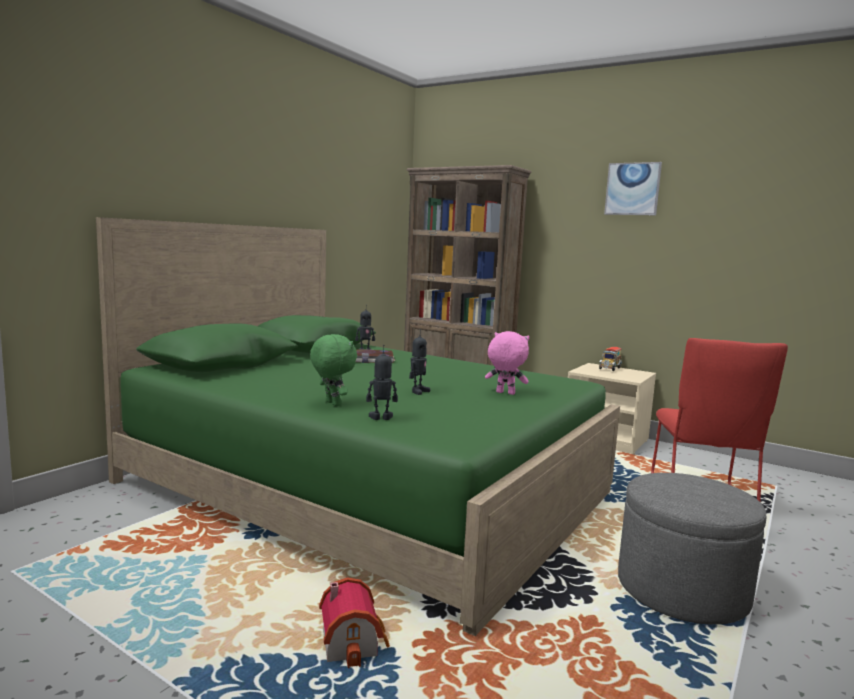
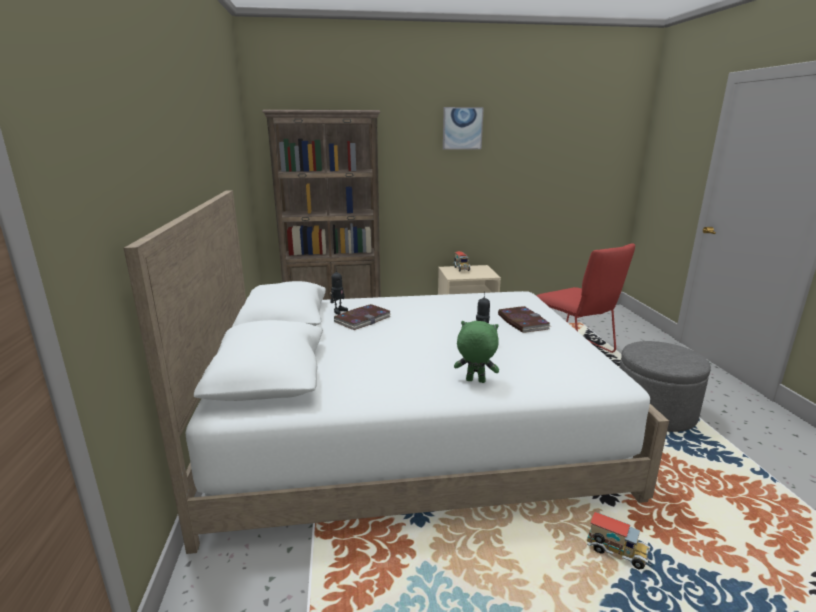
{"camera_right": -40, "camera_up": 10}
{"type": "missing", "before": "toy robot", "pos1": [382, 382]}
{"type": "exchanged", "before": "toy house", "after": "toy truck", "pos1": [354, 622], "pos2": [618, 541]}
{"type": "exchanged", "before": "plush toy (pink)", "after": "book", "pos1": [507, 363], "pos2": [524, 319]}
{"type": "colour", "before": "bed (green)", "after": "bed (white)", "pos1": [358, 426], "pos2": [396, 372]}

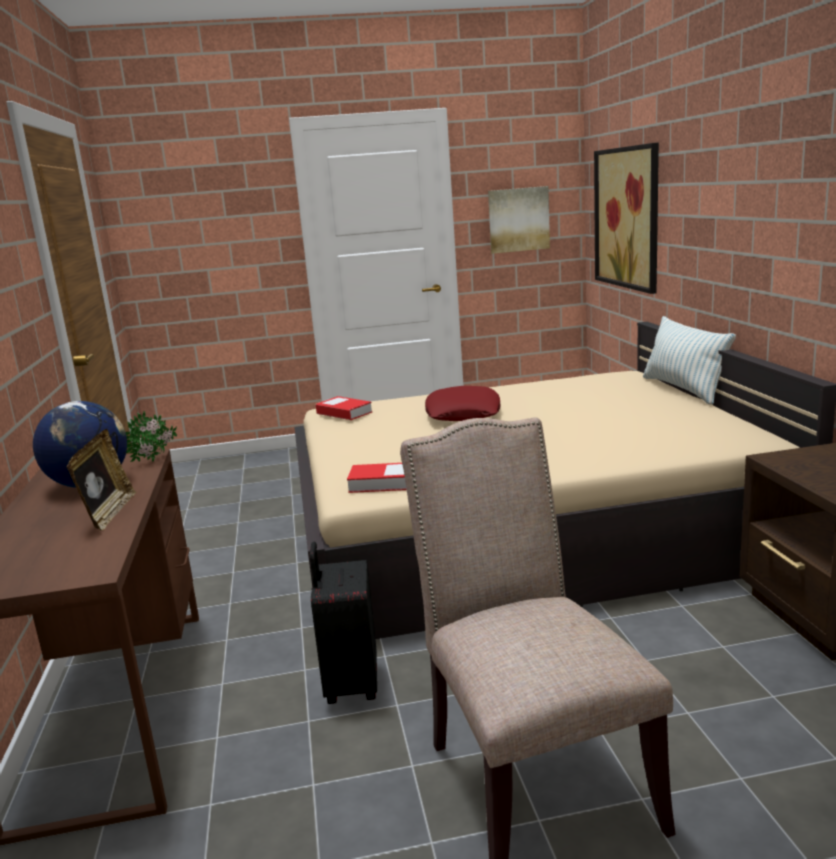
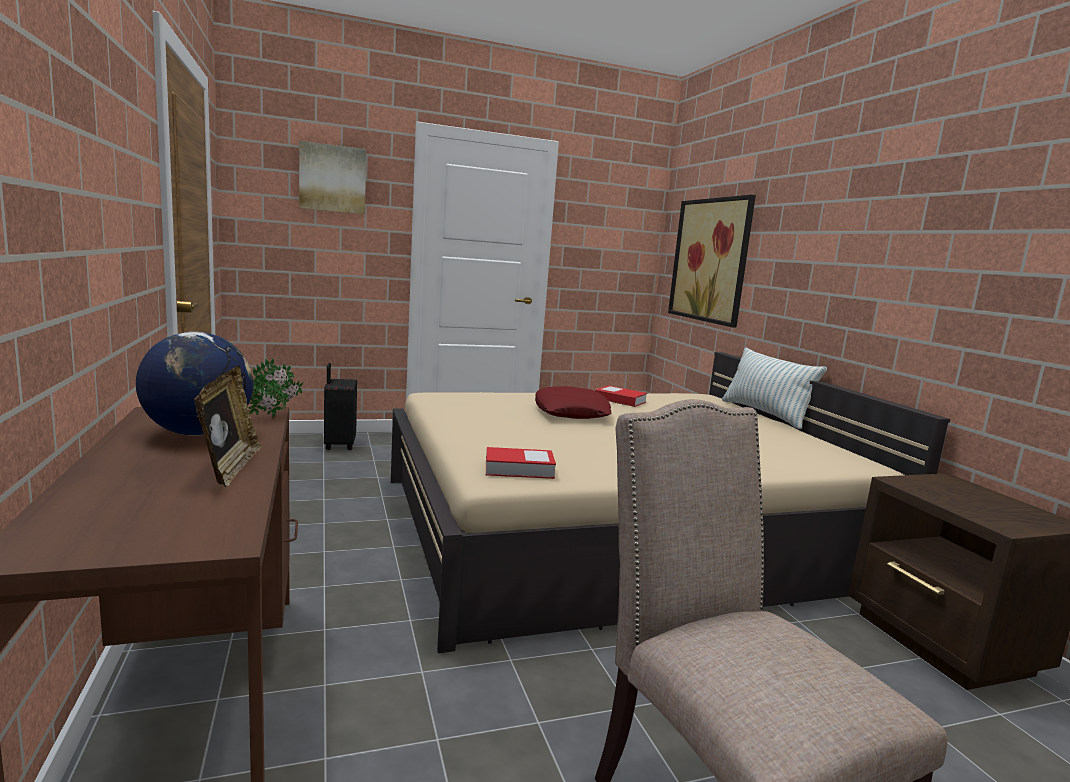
{"camera_right": -10, "camera_up": -5}
{"type": "relocated", "before": "suitcase (black)", "pos1": [343, 623], "pos2": [340, 406]}
{"type": "relocated", "before": "book", "pos1": [344, 408], "pos2": [621, 396]}
{"type": "relocated", "before": "picture", "pos1": [519, 220], "pos2": [332, 177]}

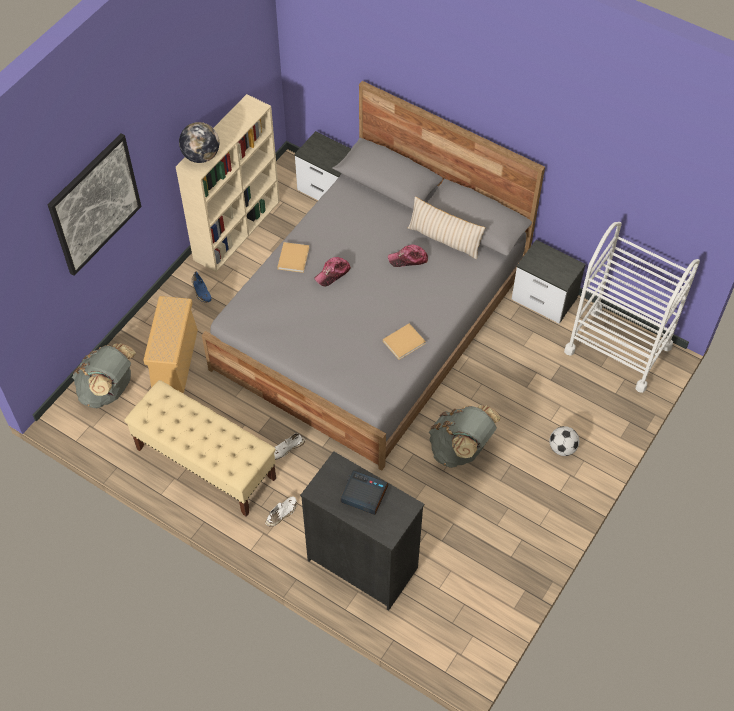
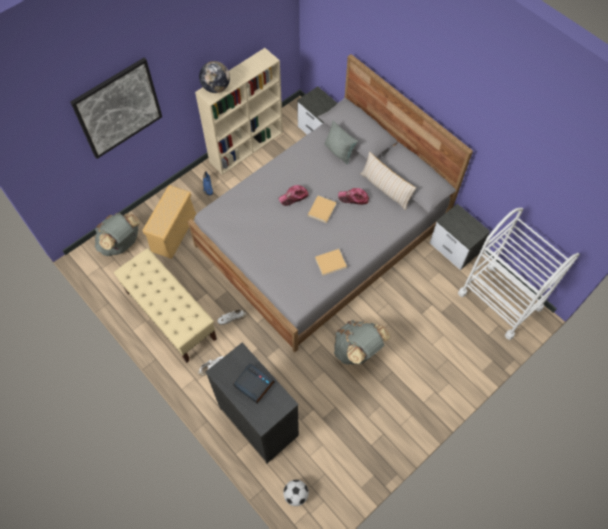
{"camera_right": 15, "camera_up": 5}
{"type": "appeared", "after": "pillow (grey)", "pos2": [341, 142]}
{"type": "relocated", "before": "book (beige)", "pos1": [293, 257], "pos2": [322, 209]}
{"type": "relocated", "before": "football", "pos1": [564, 441], "pos2": [296, 493]}

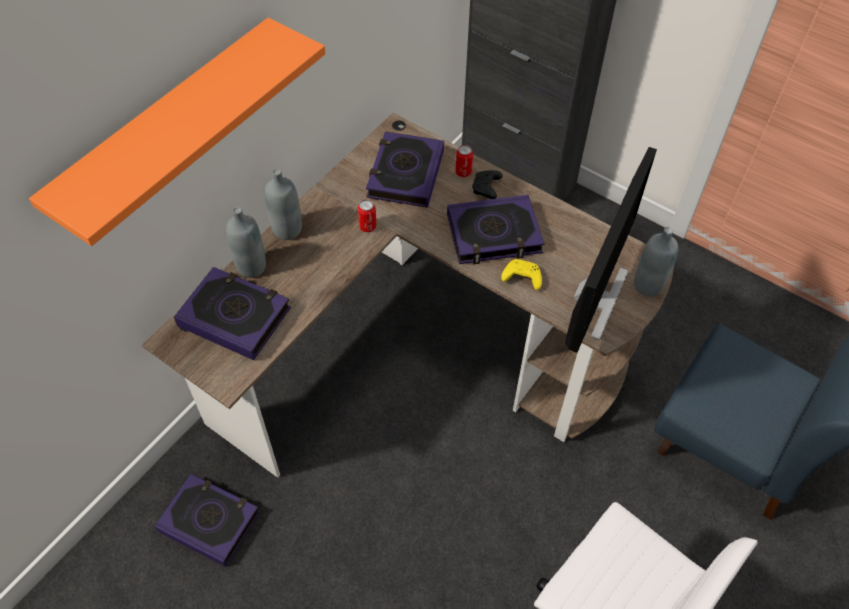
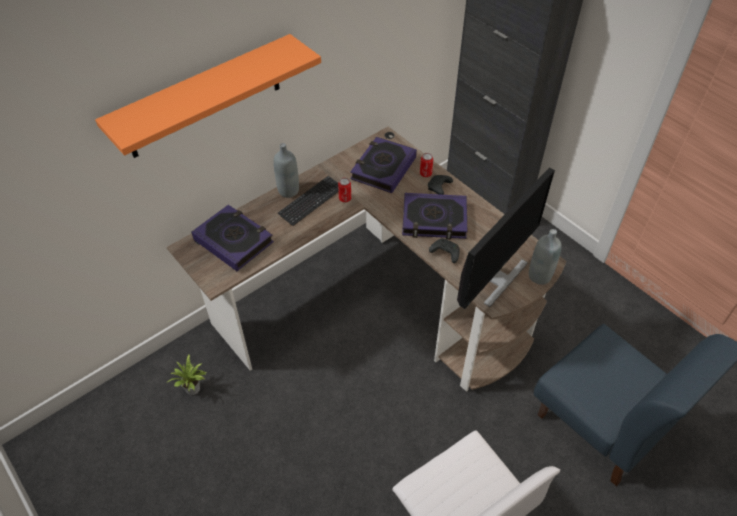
{"camera_right": 15, "camera_up": -5}
{"type": "missing", "before": "bottle (grey)", "pos1": [246, 242]}
{"type": "appeared", "after": "keyboard", "pos2": [308, 201]}
{"type": "exchanged", "before": "book", "after": "potted plant", "pos1": [207, 520], "pos2": [186, 375]}
{"type": "colour", "before": "game controller (yellow)", "after": "game controller (black)", "pos1": [521, 274], "pos2": [444, 250]}

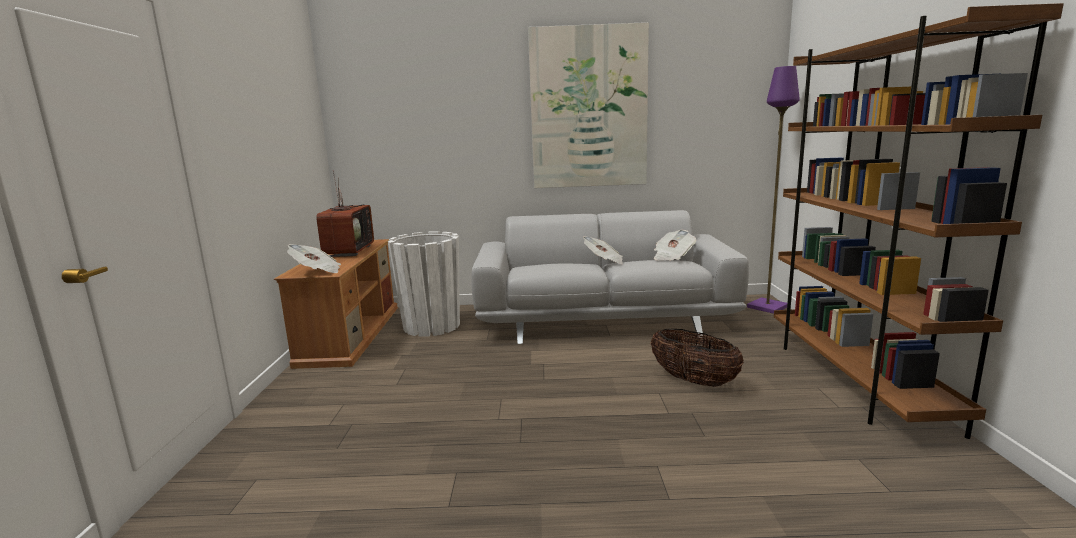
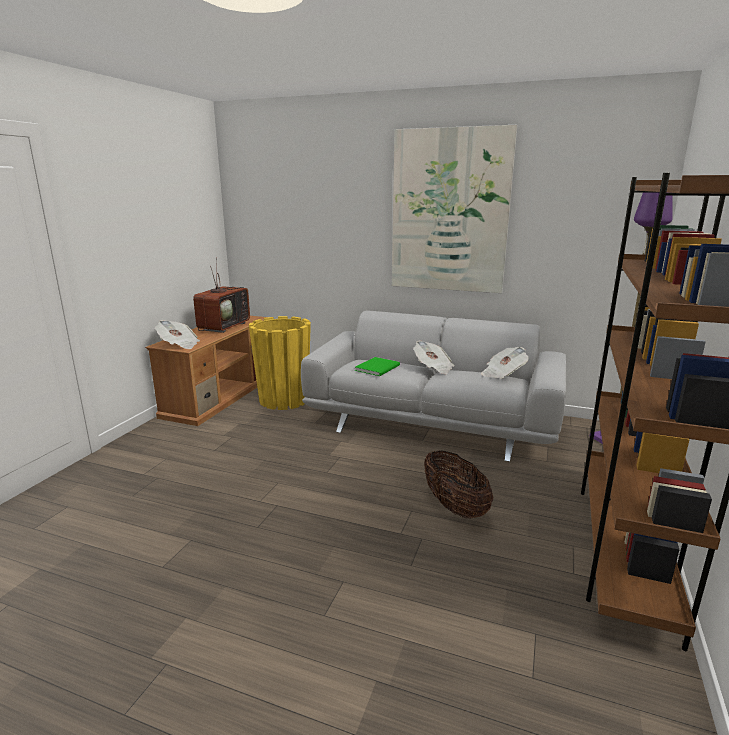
{"camera_right": 20, "camera_up": 5}
{"type": "appeared", "after": "book (green)", "pos2": [377, 366]}
{"type": "colour", "before": "planter (white)", "after": "planter (yellow)", "pos1": [424, 284], "pos2": [280, 363]}

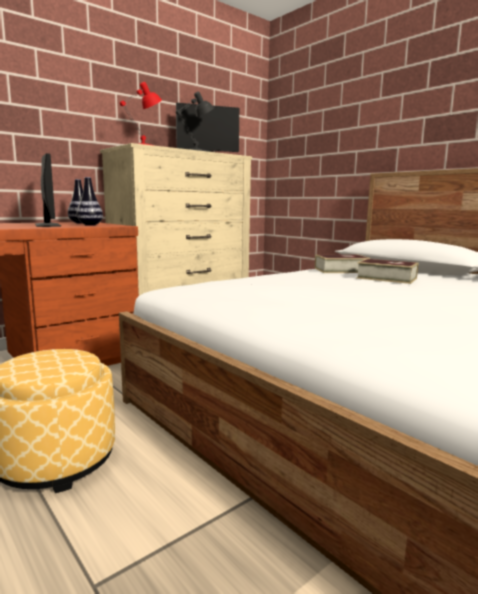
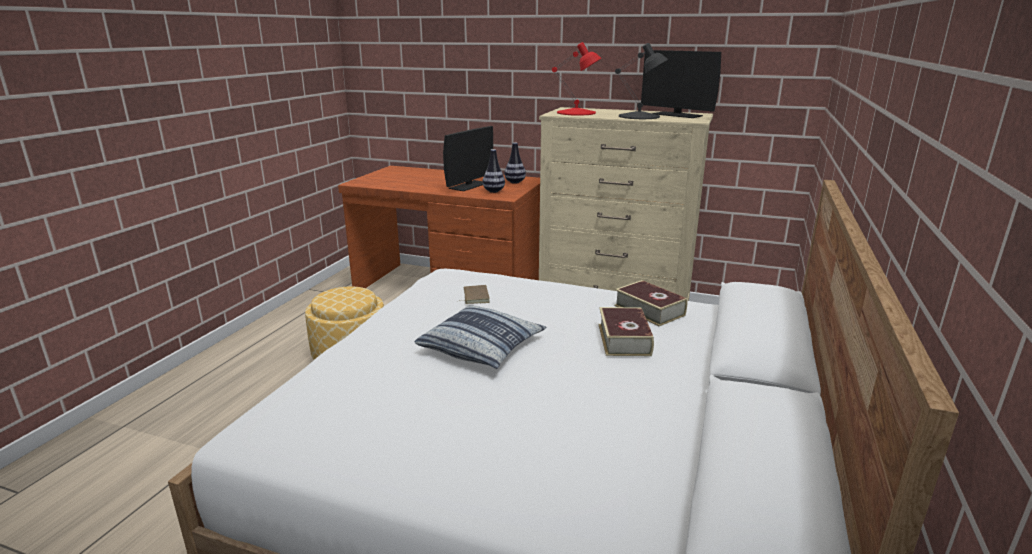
{"camera_right": 60, "camera_up": 10}
{"type": "appeared", "after": "pillow", "pos2": [480, 337]}
{"type": "appeared", "after": "book (brown)", "pos2": [474, 294]}

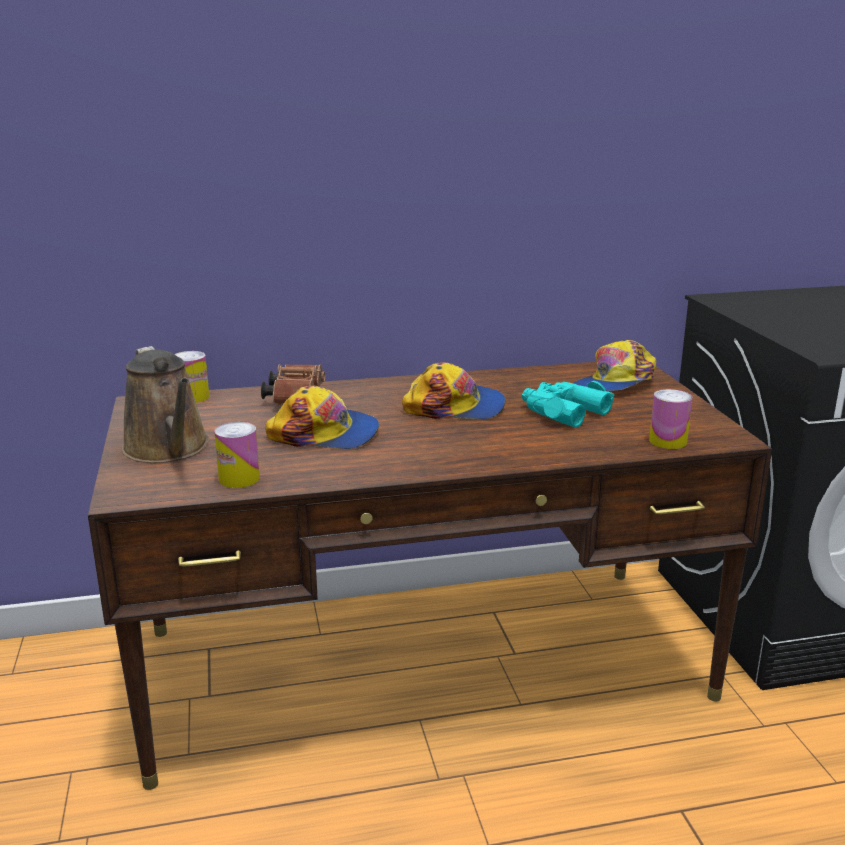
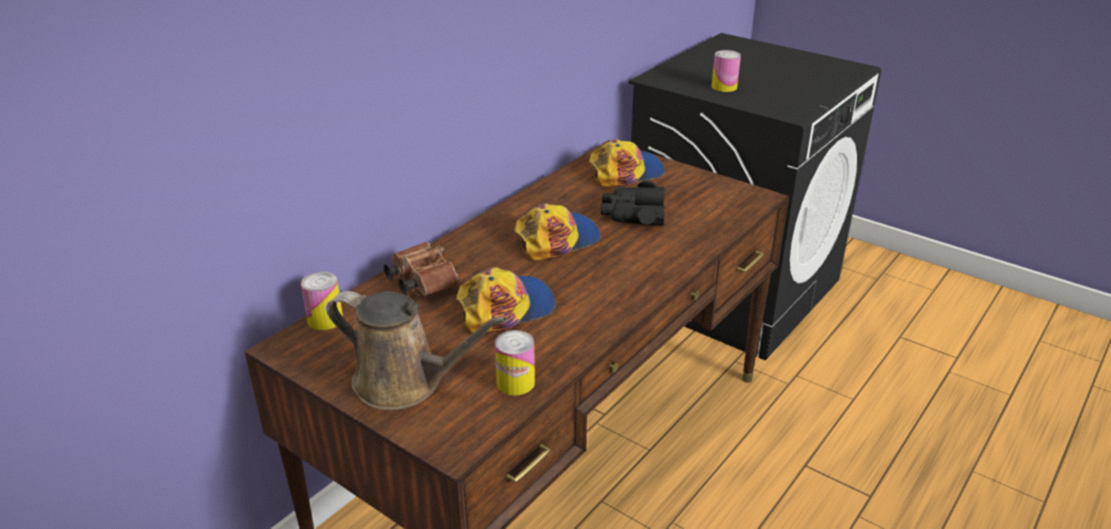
{"camera_right": -40, "camera_up": 10}
{"type": "relocated", "before": "can", "pos1": [671, 419], "pos2": [726, 71]}
{"type": "colour", "before": "binoculars (turquoise)", "after": "binoculars (black)", "pos1": [568, 404], "pos2": [633, 203]}
{"type": "spun", "before": "cap", "pos1": [614, 365], "pos2": [627, 163], "turn": -120}

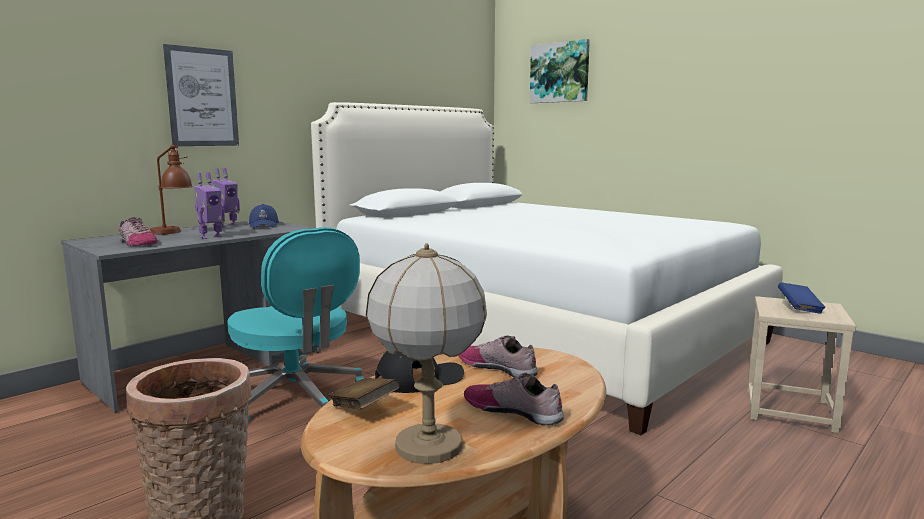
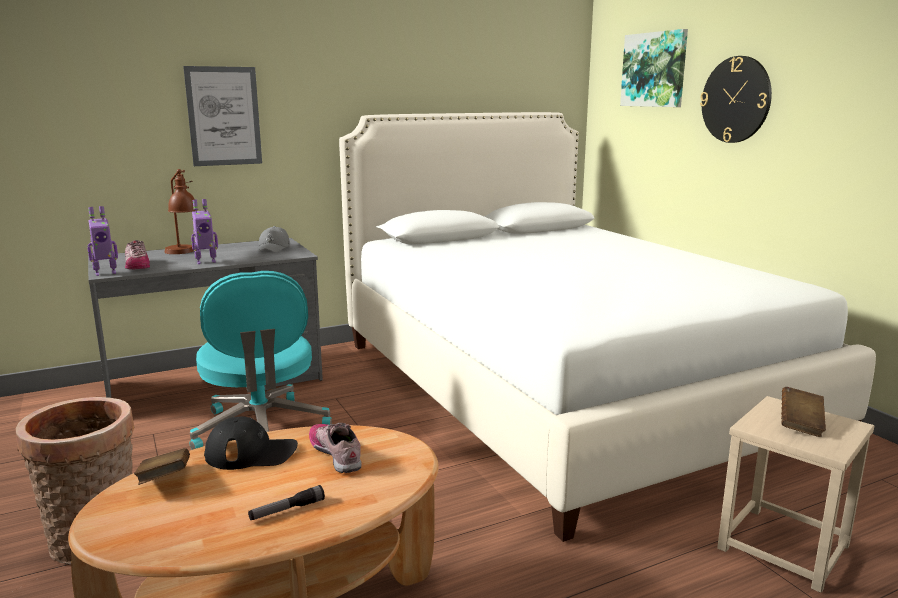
{"camera_right": 20, "camera_up": 5}
{"type": "missing", "before": "table lamp", "pos1": [426, 353]}
{"type": "appeared", "after": "wall clock", "pos2": [736, 99]}
{"type": "relocated", "before": "toy robot", "pos1": [226, 197], "pos2": [102, 241]}
{"type": "exchanged", "before": "shoe", "after": "flashlight", "pos1": [514, 399], "pos2": [286, 502]}
{"type": "colour", "before": "cap (blue)", "after": "cap (grey)", "pos1": [264, 216], "pos2": [274, 239]}
{"type": "colour", "before": "book (blue)", "after": "book (brown)", "pos1": [801, 298], "pos2": [803, 412]}

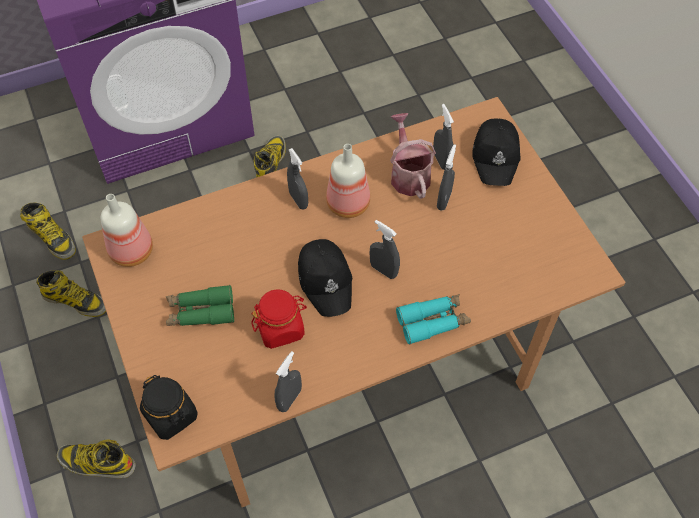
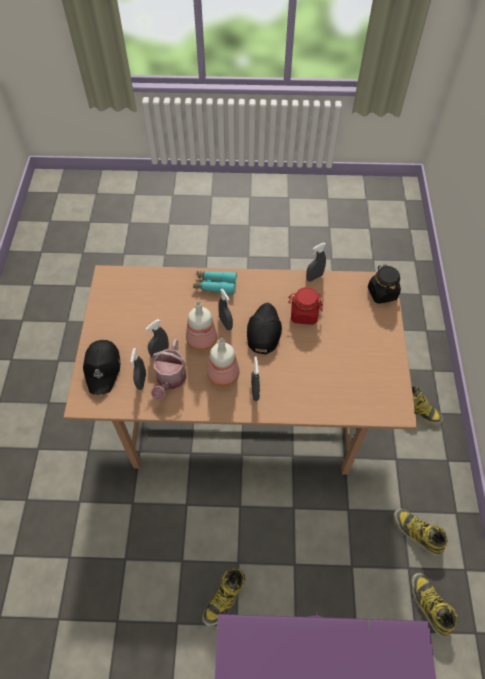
{"camera_right": -155, "camera_up": 0}
{"type": "missing", "before": "binoculars (green)", "pos1": [199, 305]}
{"type": "relocated", "before": "bottle", "pos1": [127, 230], "pos2": [201, 326]}
{"type": "spun", "before": "cap (black)", "pos1": [496, 152], "pos2": [101, 367], "turn": 150}

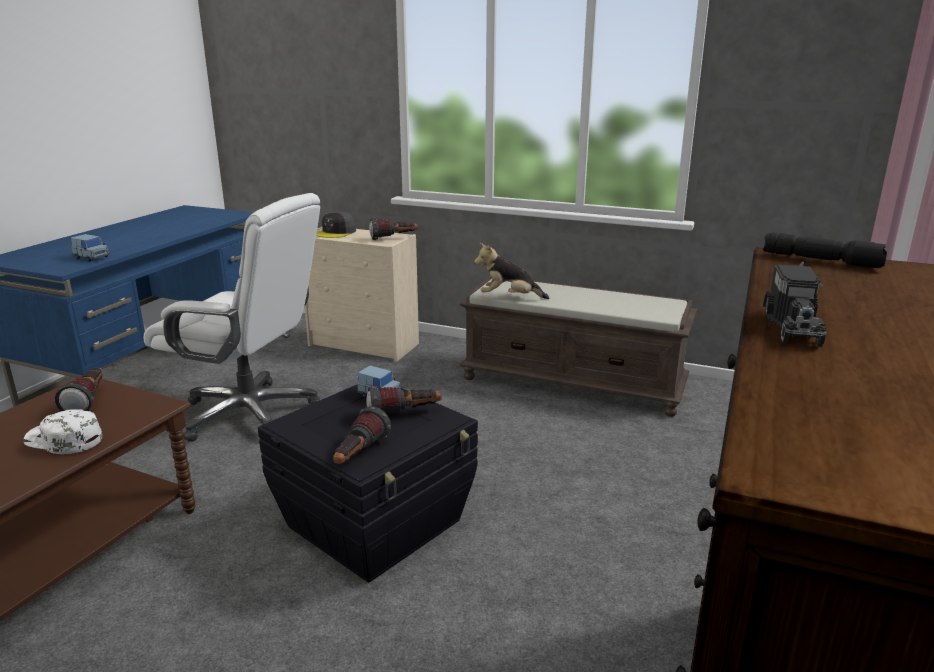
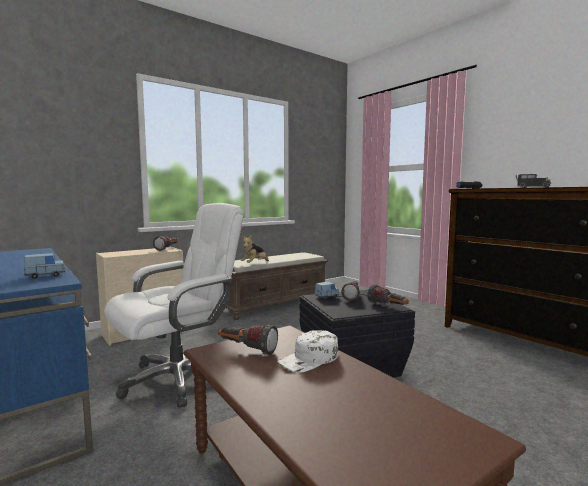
{"camera_right": -60, "camera_up": -15}
{"type": "missing", "before": "cap (grey)", "pos1": [336, 225]}

